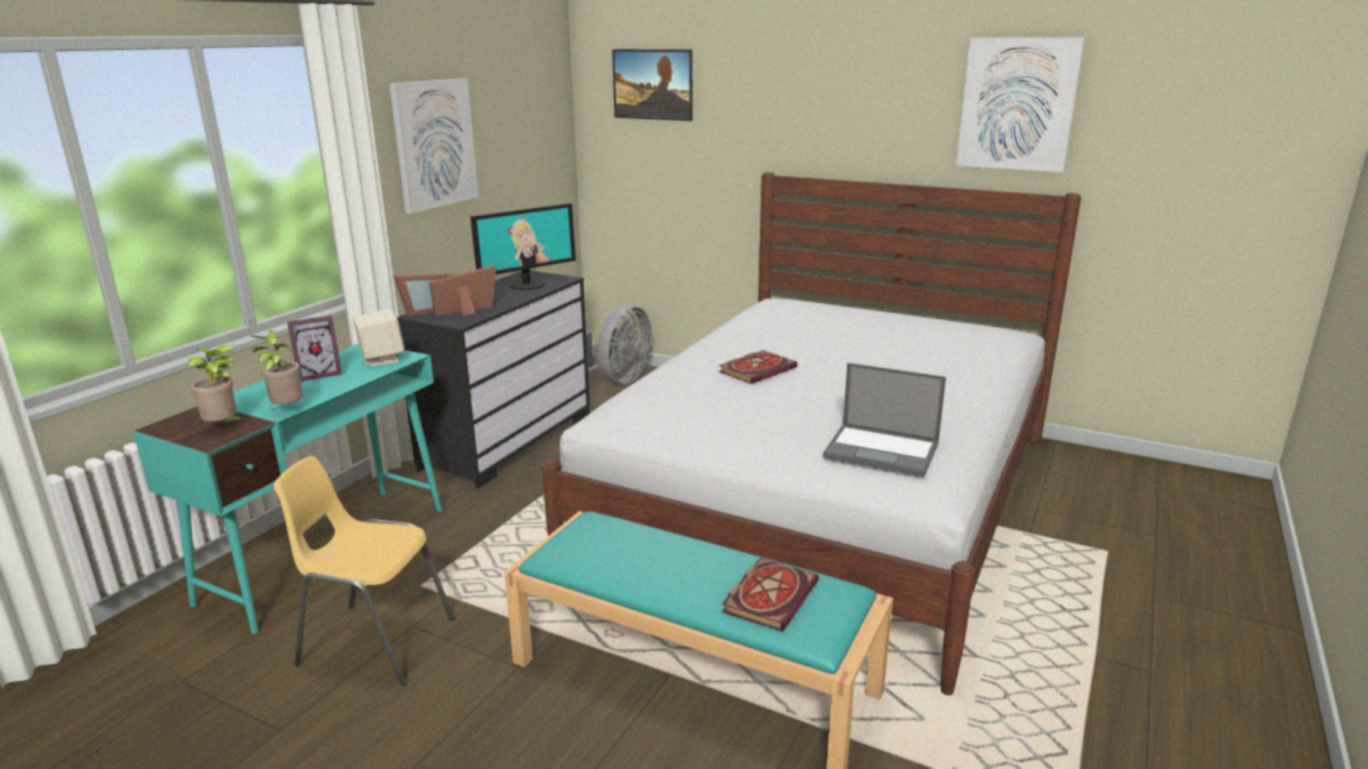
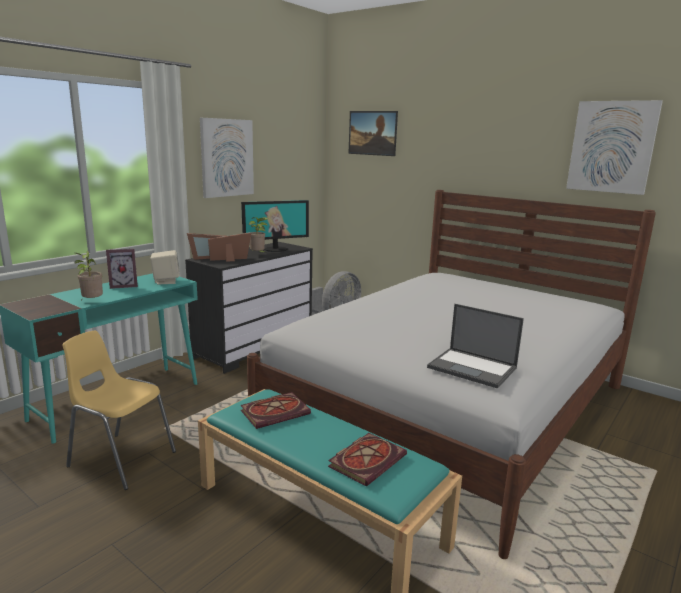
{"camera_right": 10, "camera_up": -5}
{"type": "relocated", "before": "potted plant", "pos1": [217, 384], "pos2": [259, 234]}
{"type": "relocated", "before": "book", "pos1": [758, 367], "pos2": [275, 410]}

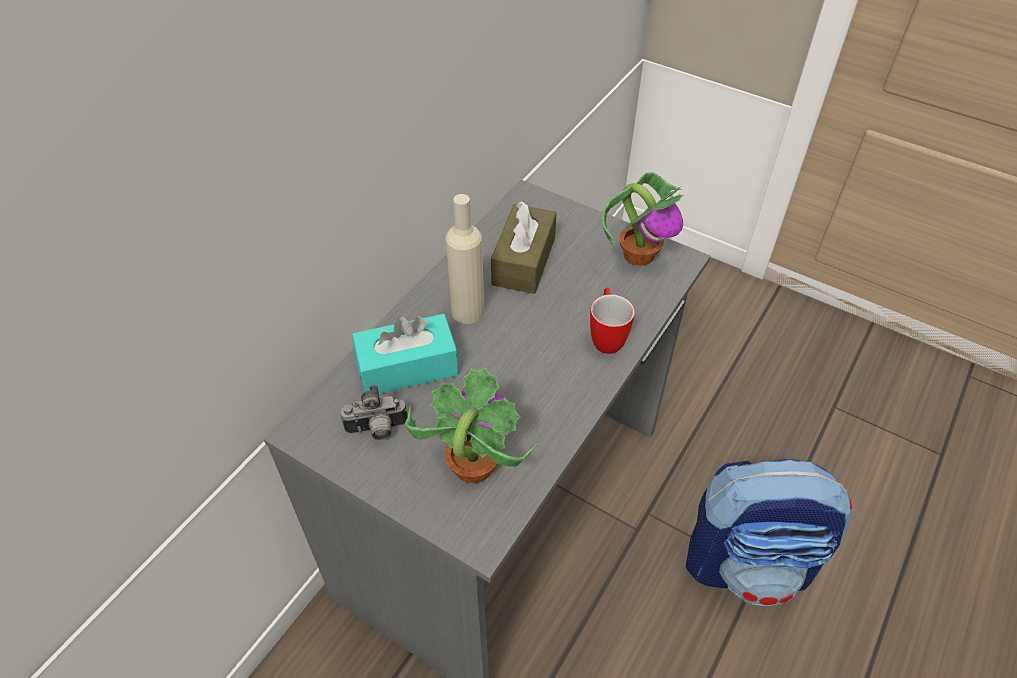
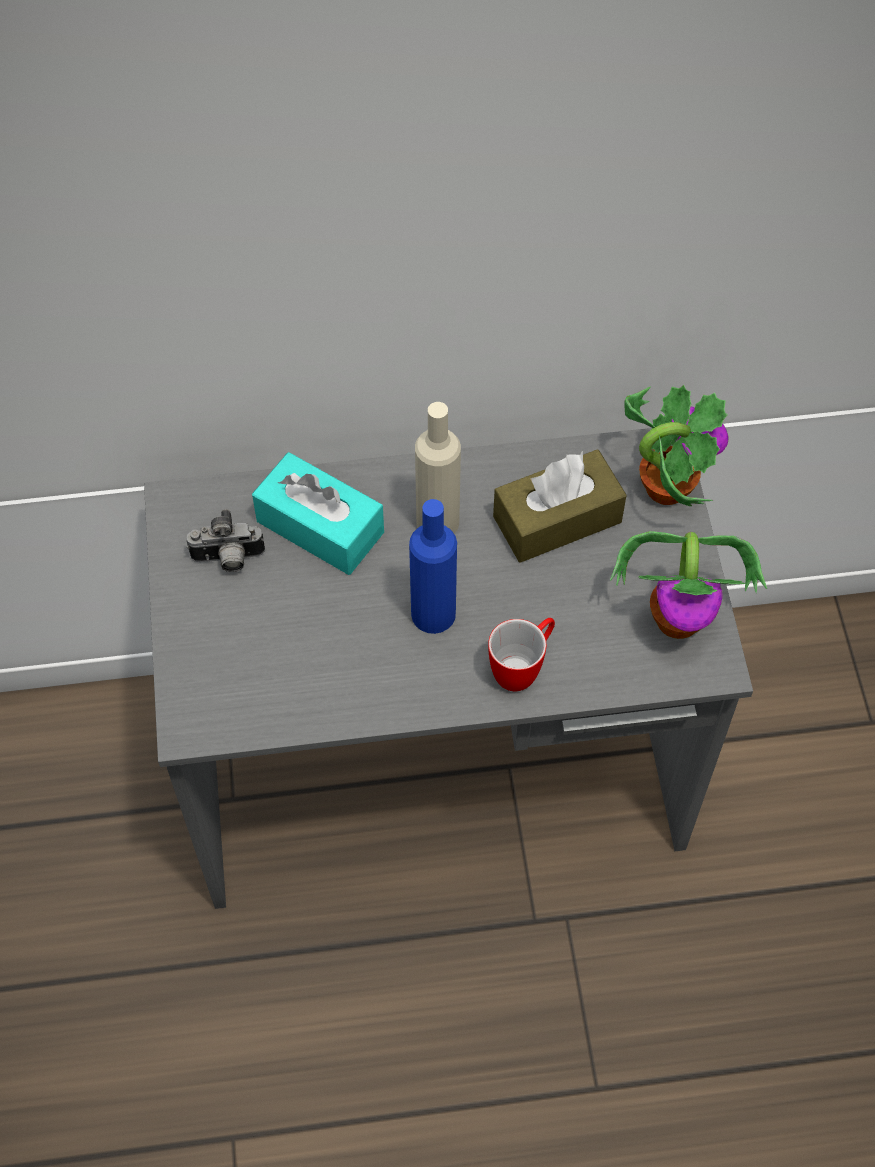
{"camera_right": 50, "camera_up": 10}
{"type": "missing", "before": "backpack", "pos1": [769, 532]}
{"type": "appeared", "after": "bottle (blue)", "pos2": [433, 566]}
{"type": "relocated", "before": "potted plant", "pos1": [471, 425], "pos2": [676, 445]}
{"type": "spun", "before": "photo camera", "pos1": [374, 412], "pos2": [225, 540], "turn": -45}

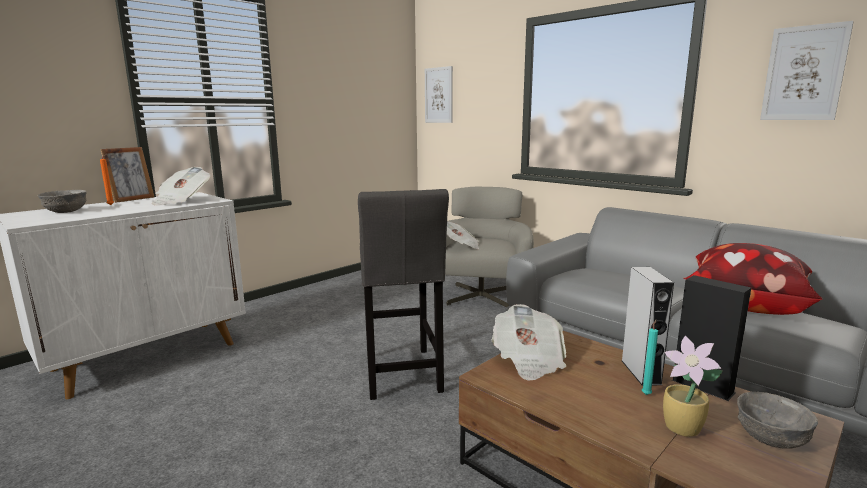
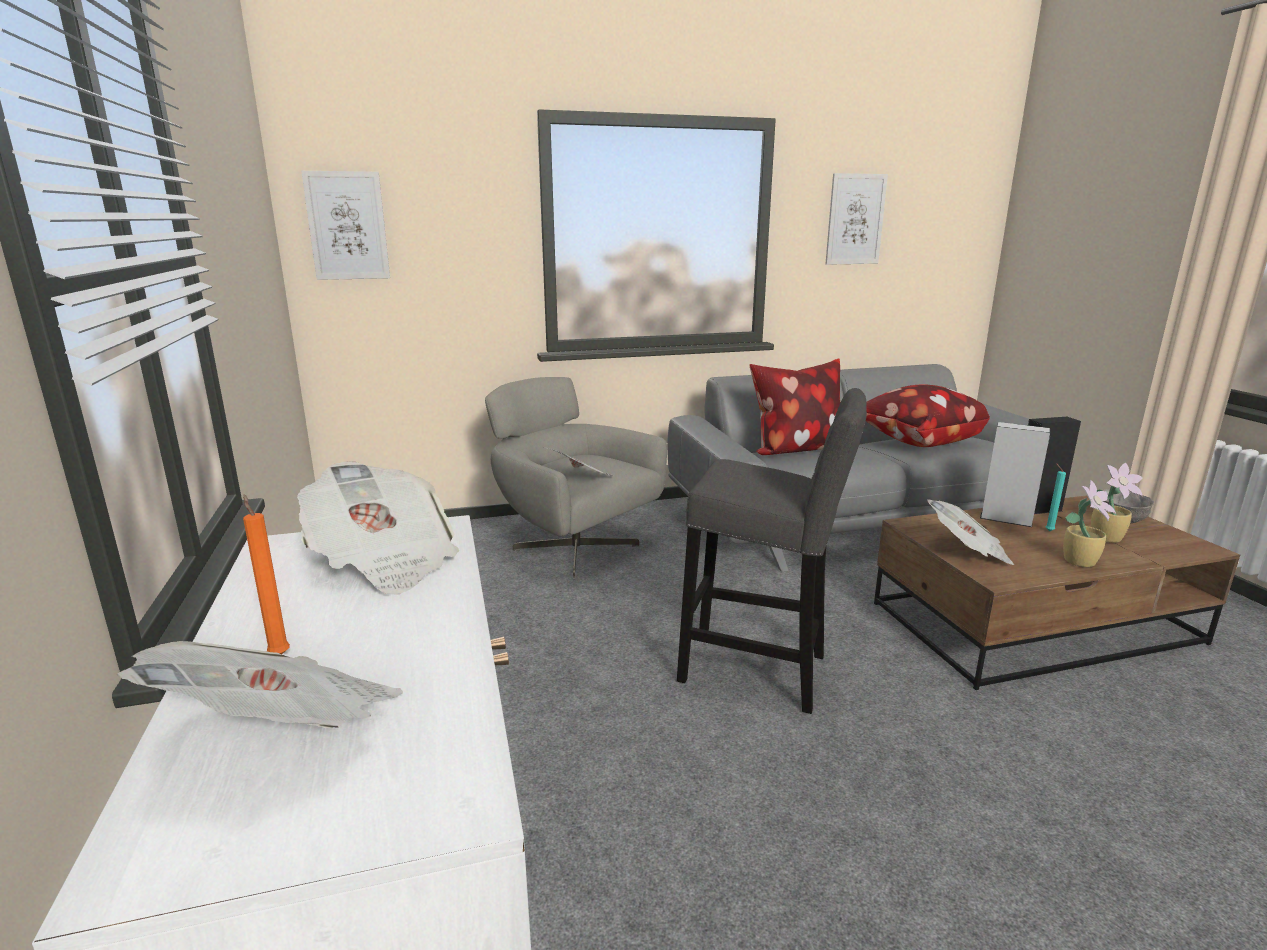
{"camera_right": -60, "camera_up": 5}
{"type": "missing", "before": "picture frame", "pos1": [127, 175]}
{"type": "appeared", "after": "pillow", "pos2": [795, 407]}
{"type": "appeared", "after": "potted plant", "pos2": [1089, 523]}
{"type": "exchanged", "before": "bowl (grey)", "after": "newspaper", "pos1": [62, 201], "pos2": [260, 684]}

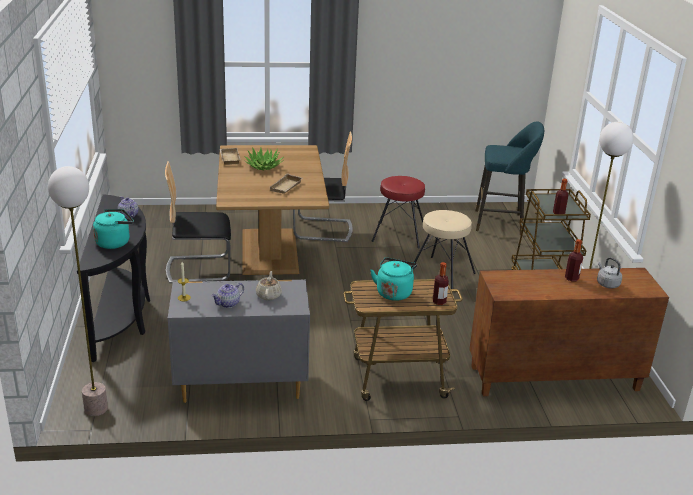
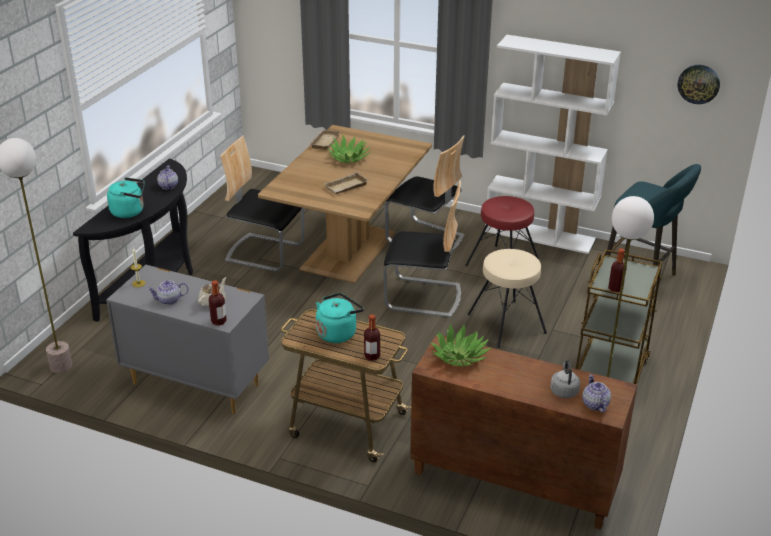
{"camera_right": 30, "camera_up": 5}
{"type": "appeared", "after": "chair", "pos2": [422, 249]}
{"type": "appeared", "after": "potted plant", "pos2": [461, 345]}
{"type": "appeared", "after": "bookcase (white)", "pos2": [553, 144]}
{"type": "appeared", "after": "teapot", "pos2": [596, 394]}
{"type": "appeared", "after": "wall clock", "pos2": [699, 84]}
{"type": "relocated", "before": "bottle", "pos1": [574, 260], "pos2": [218, 303]}

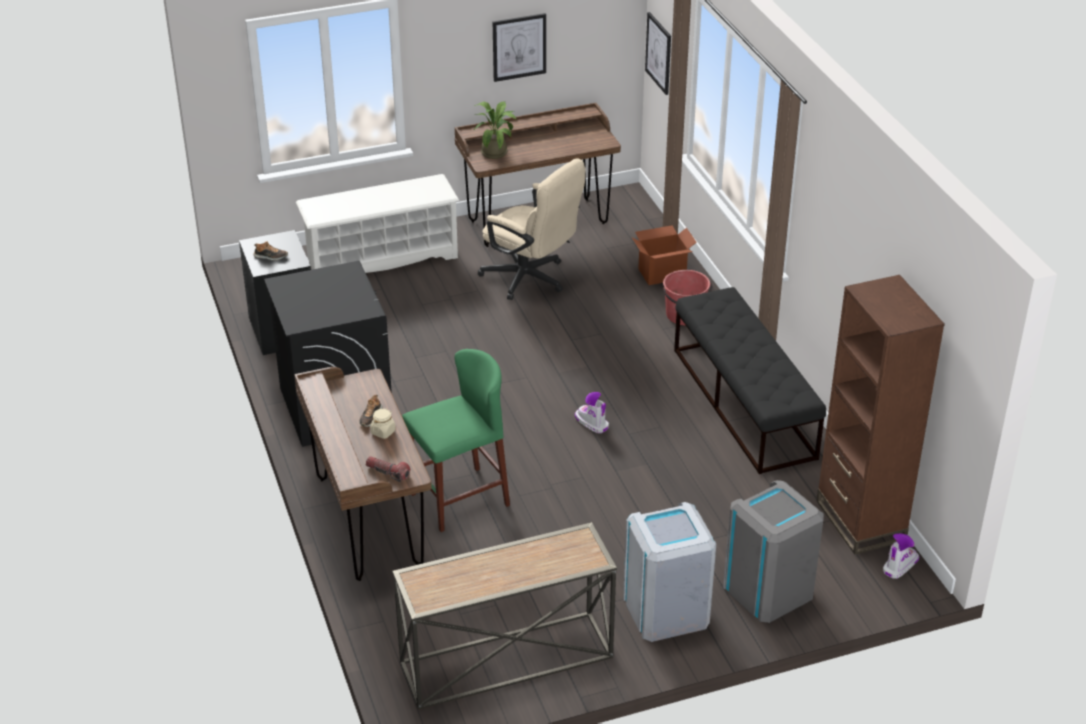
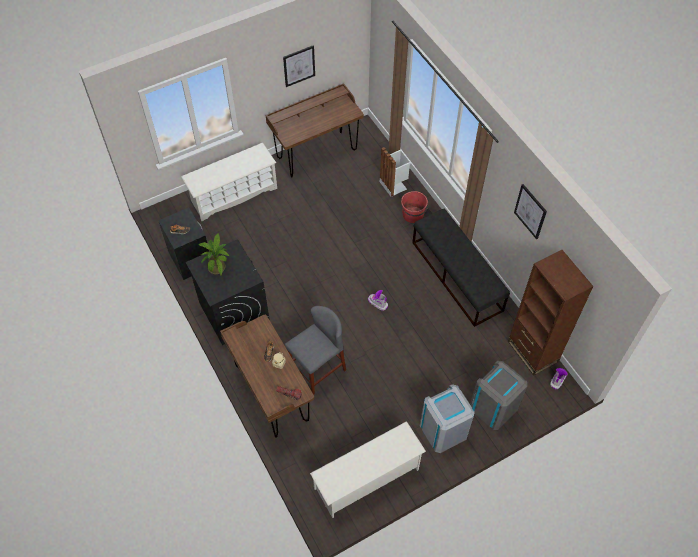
{"camera_right": -10, "camera_up": 20}
{"type": "missing", "before": "office chair (beige)", "pos1": [531, 229]}
{"type": "relocated", "before": "potted plant", "pos1": [495, 130], "pos2": [214, 254]}
{"type": "relocated", "before": "picture", "pos1": [658, 53], "pos2": [530, 211]}
{"type": "exchanged", "before": "console table", "after": "shoe rack (white)", "pos1": [504, 616], "pos2": [368, 469]}
{"type": "exchanged", "before": "cardboard box", "after": "trash can (white)", "pos1": [664, 255], "pos2": [395, 172]}
{"type": "colour", "before": "stool (green)", "after": "stool (grey)", "pos1": [456, 440], "pos2": [315, 350]}

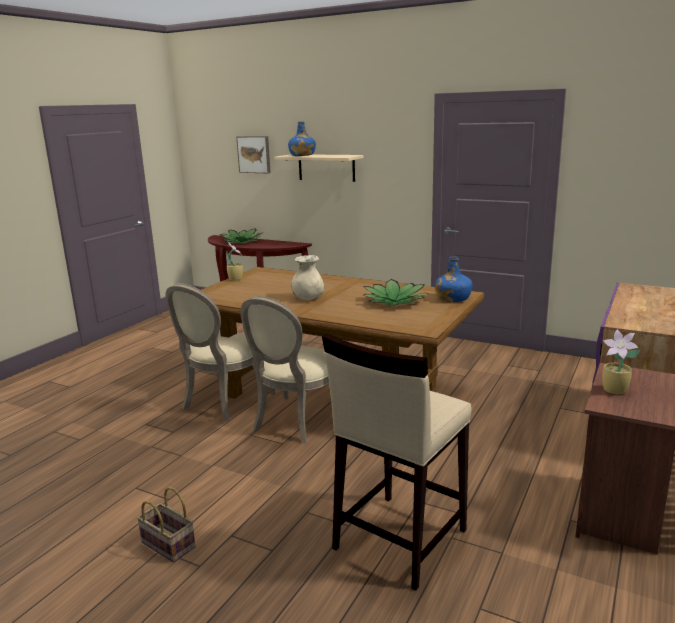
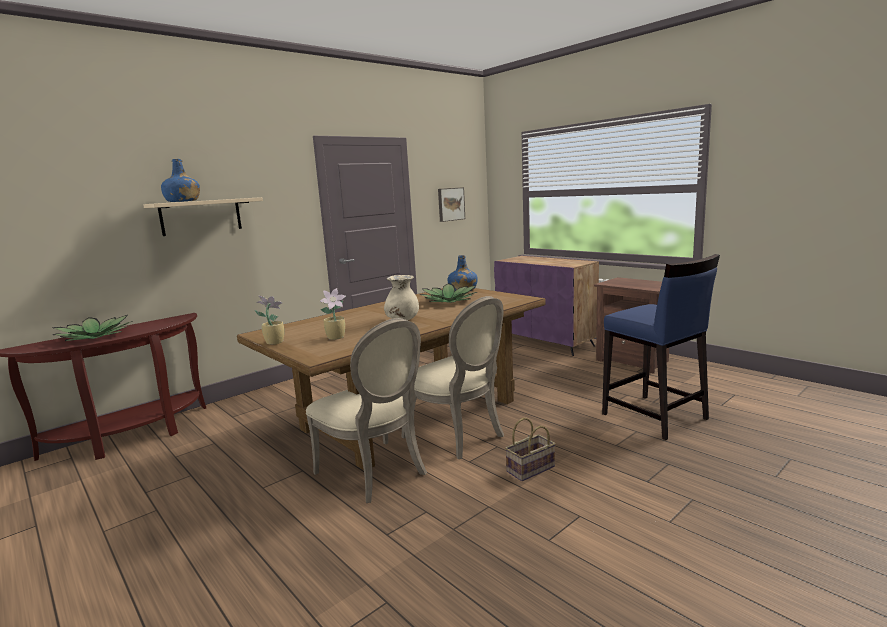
{"camera_right": -70, "camera_up": -5}
{"type": "relocated", "before": "basket", "pos1": [166, 525], "pos2": [530, 449]}
{"type": "relocated", "before": "picture", "pos1": [253, 154], "pos2": [451, 204]}
{"type": "relocated", "before": "potted plant", "pos1": [621, 362], "pos2": [332, 314]}
{"type": "colour", "before": "stool (beige)", "after": "stool (blue)", "pos1": [396, 461], "pos2": [661, 347]}

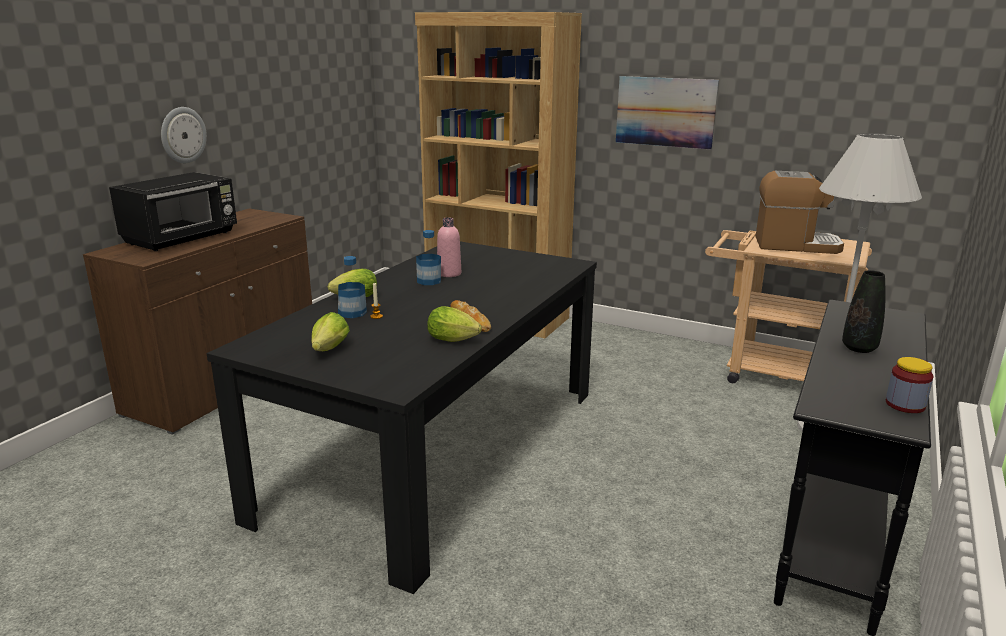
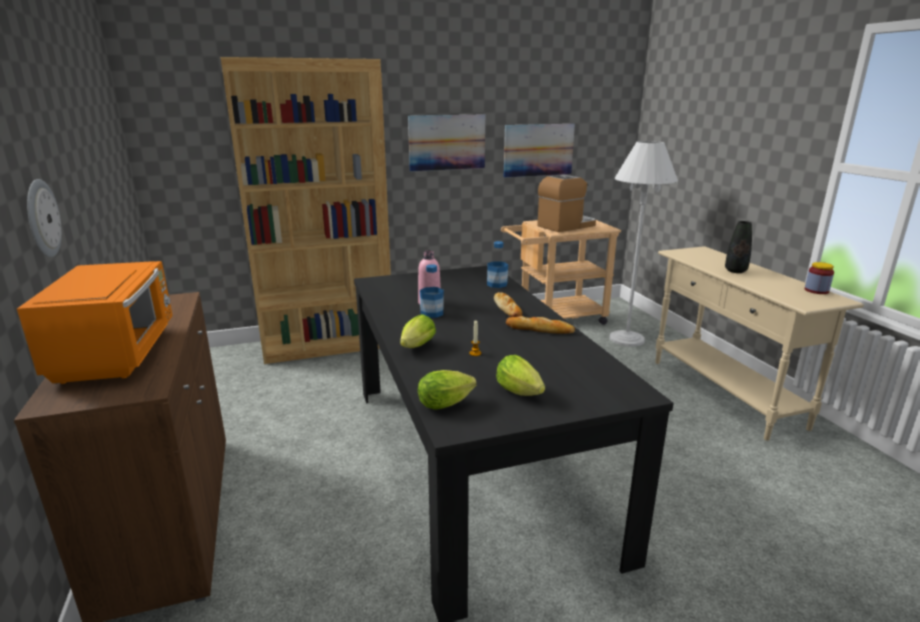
{"camera_right": -45, "camera_up": 0}
{"type": "appeared", "after": "bread", "pos2": [508, 304]}
{"type": "appeared", "after": "picture", "pos2": [539, 150]}
{"type": "relocated", "before": "bottle", "pos1": [352, 287], "pos2": [497, 264]}
{"type": "relocated", "before": "lettuce", "pos1": [454, 324], "pos2": [447, 389]}
{"type": "colour", "before": "microwave (black)", "after": "microwave (orange)", "pos1": [173, 211], "pos2": [94, 322]}
{"type": "colour", "before": "console table (black)", "after": "console table (beige)", "pos1": [852, 468], "pos2": [759, 343]}

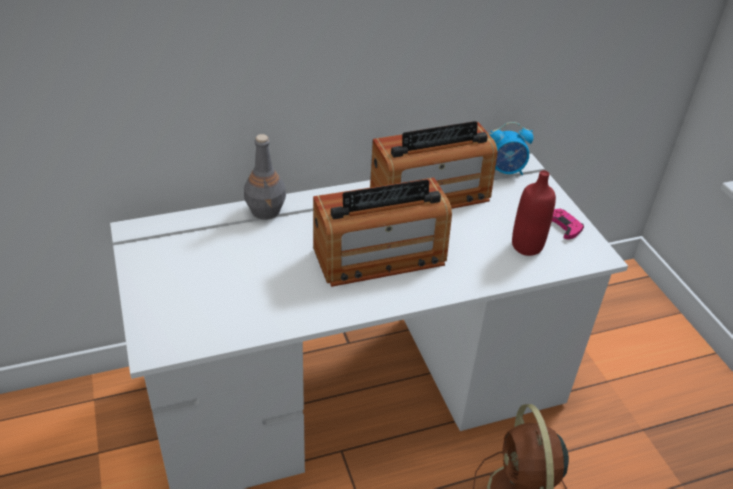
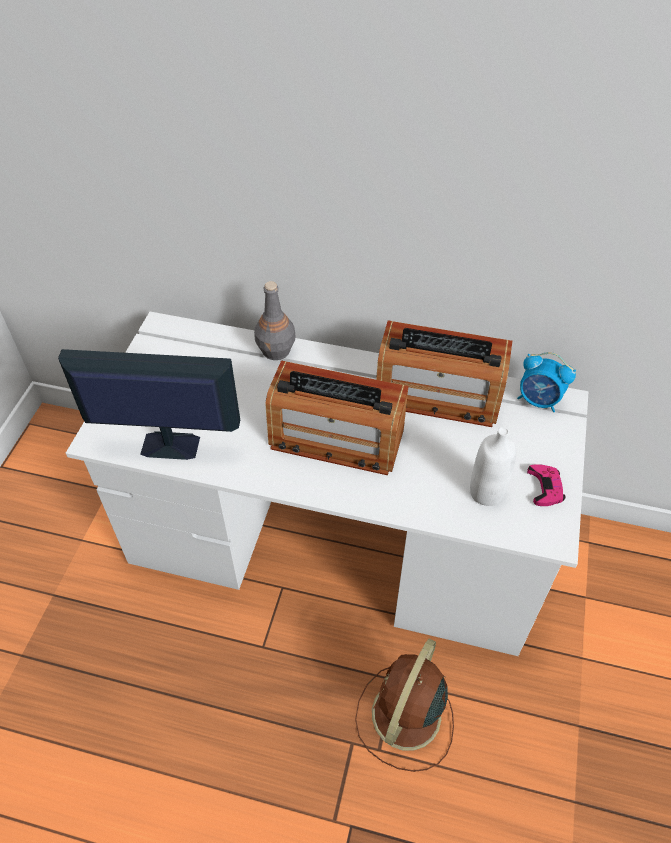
{"camera_right": 35, "camera_up": 10}
{"type": "appeared", "after": "monitor", "pos2": [149, 404]}
{"type": "colour", "before": "bottle (red)", "after": "bottle (white)", "pos1": [534, 213], "pos2": [493, 466]}

